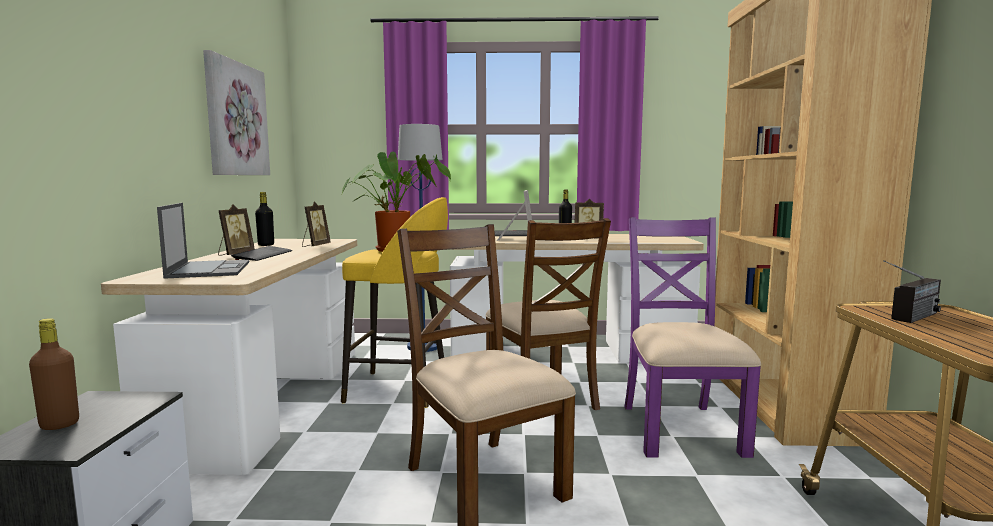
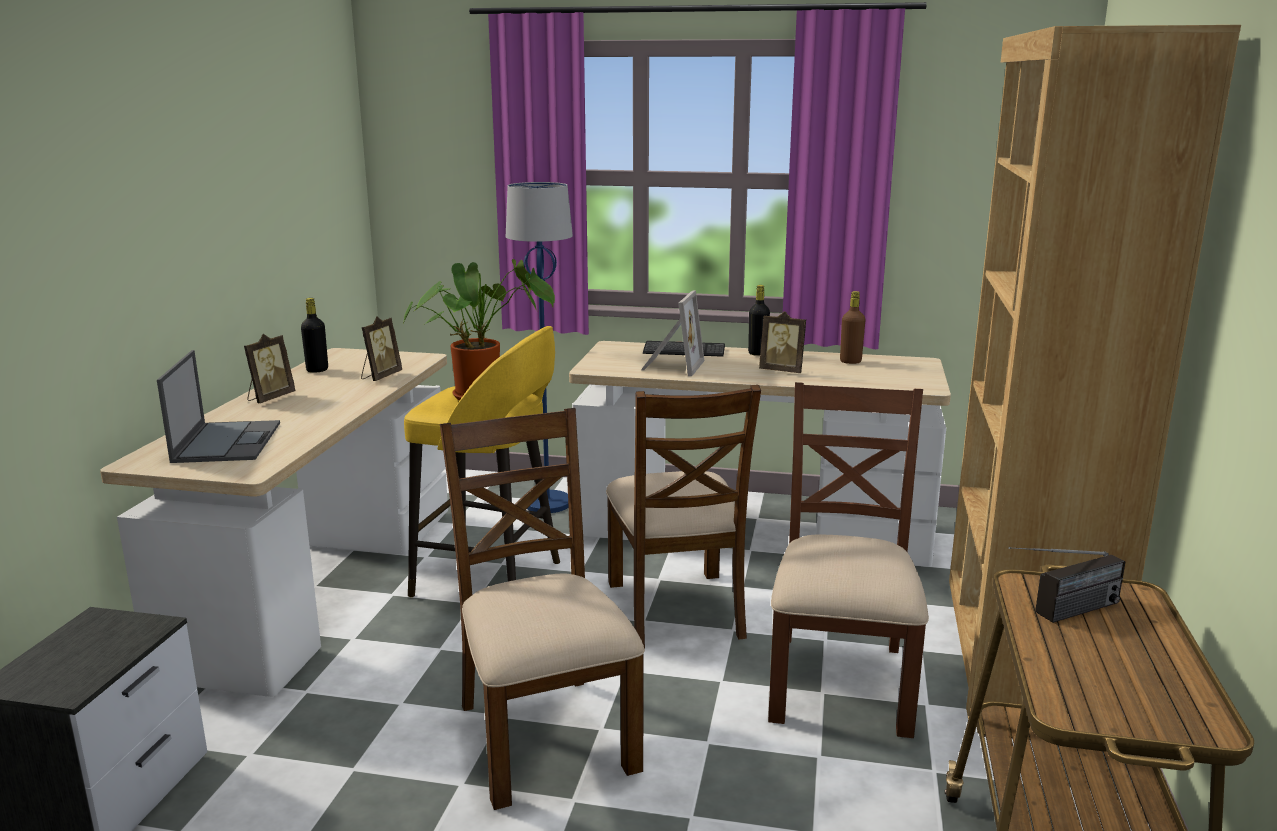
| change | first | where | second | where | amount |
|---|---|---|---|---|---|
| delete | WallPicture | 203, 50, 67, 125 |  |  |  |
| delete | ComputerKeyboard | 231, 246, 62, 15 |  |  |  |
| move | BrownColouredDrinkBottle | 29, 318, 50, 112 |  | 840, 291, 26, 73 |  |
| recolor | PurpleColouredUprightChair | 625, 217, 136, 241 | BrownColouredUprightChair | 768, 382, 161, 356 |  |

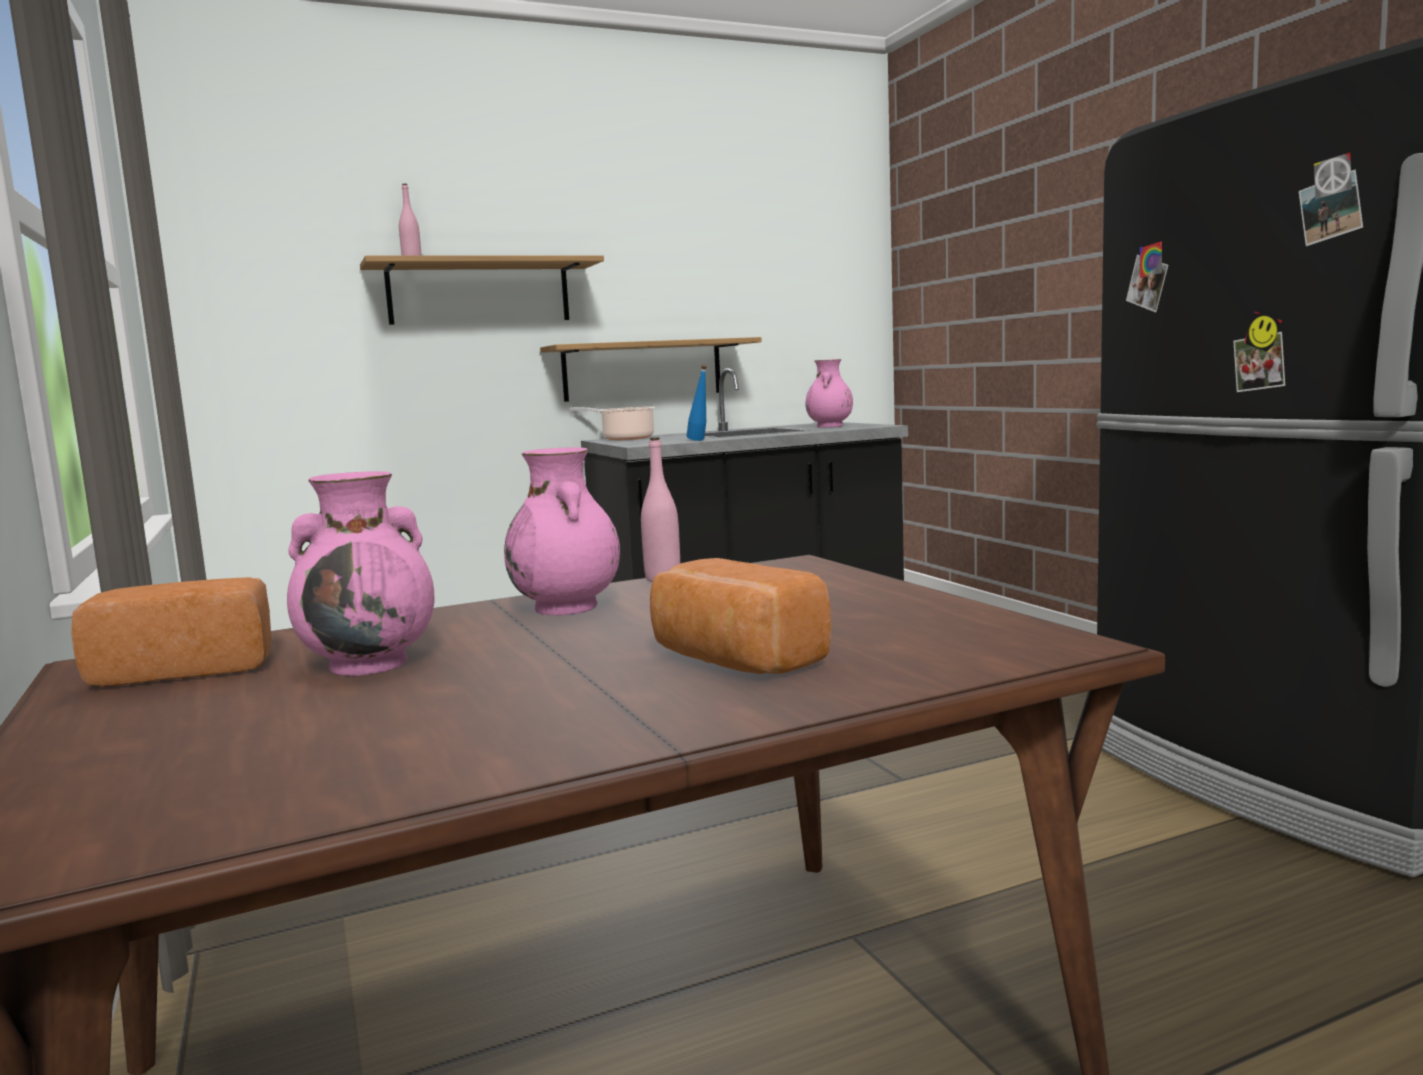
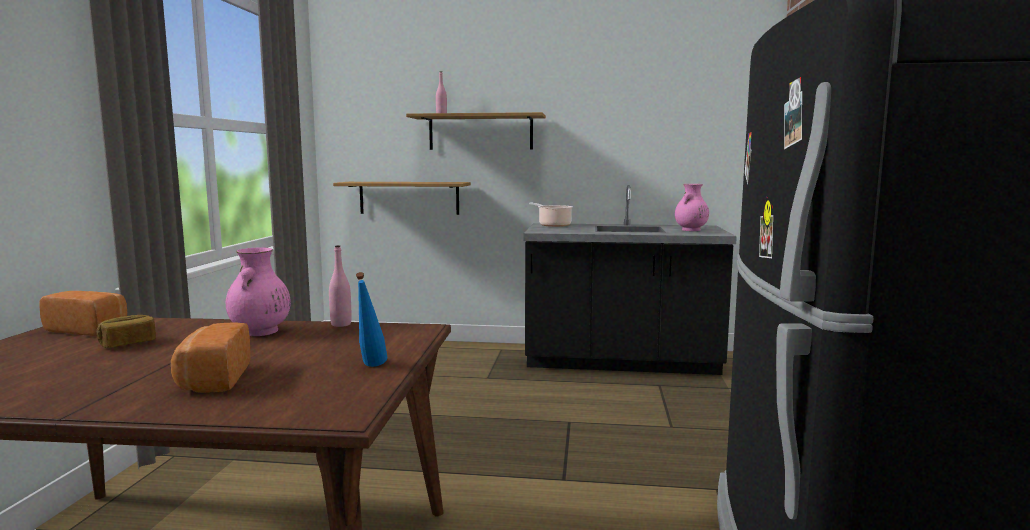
| change | first | where | second | where | amount |
|---|---|---|---|---|---|
| move | Shelf | 540, 337, 222, 65 |  | 333, 182, 138, 33 |  |
| move | BluishDrinkBottle | 687, 365, 20, 76 |  | 356, 272, 31, 95 |  |
| replace | PinkColouredFlowerVase | 287, 471, 148, 205 | BakeryBread | 96, 315, 60, 33 |  |

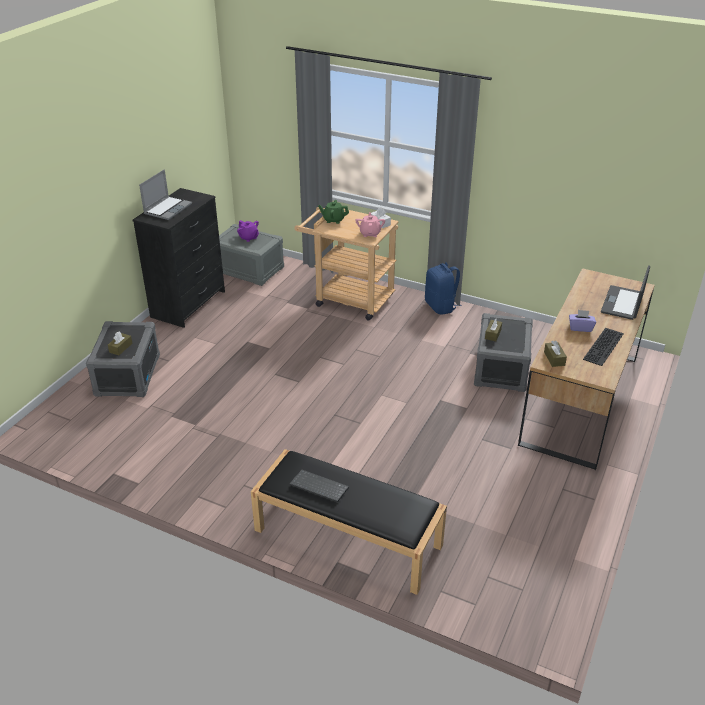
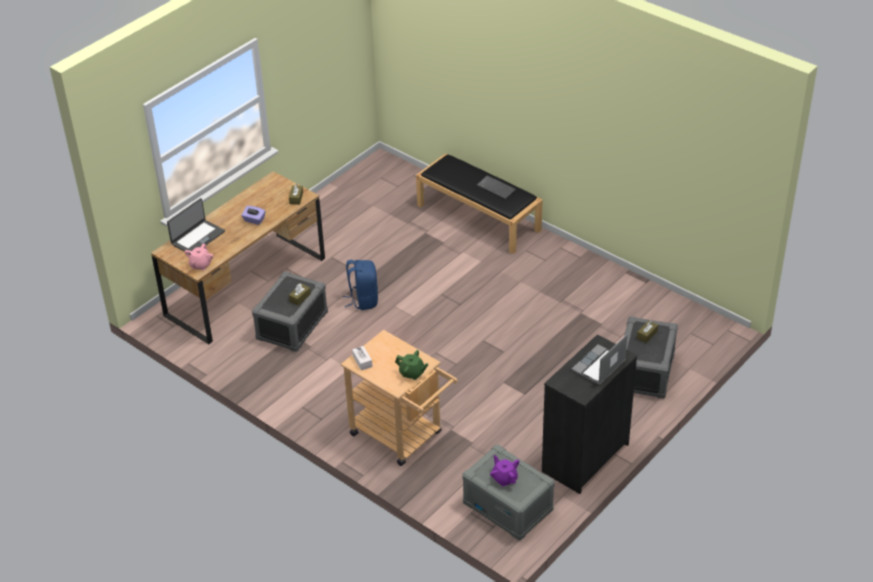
| change | first | where | second | where | amount |
|---|---|---|---|---|---|
| delete | ComputerKeyboard | 583, 328, 41, 38 |  |  |  |
| move | PinkColouredTeaPot | 355, 212, 30, 25 |  | 185, 244, 28, 27 |  |
| move | BluishKnapsack | 425, 263, 37, 52 |  | 343, 260, 35, 50 |  |

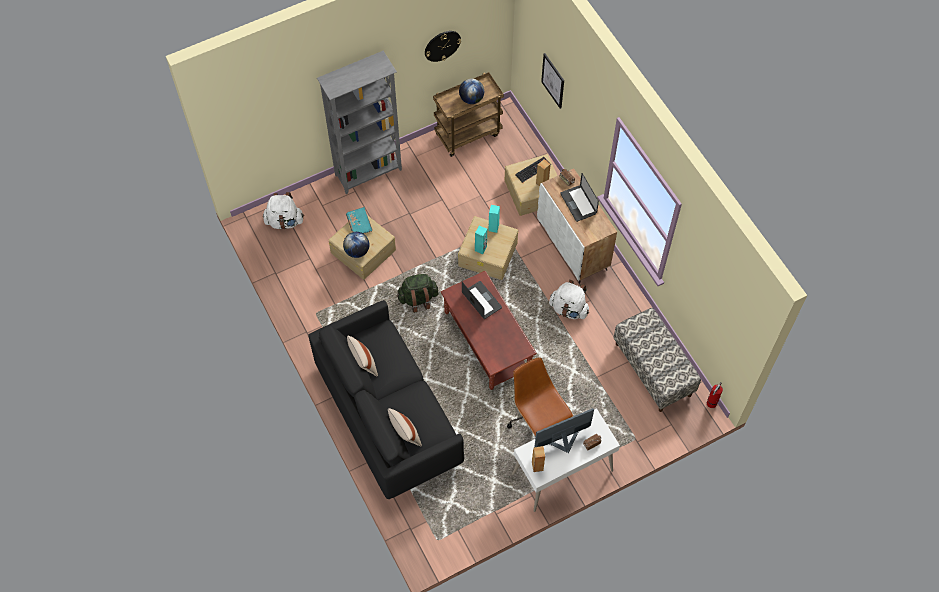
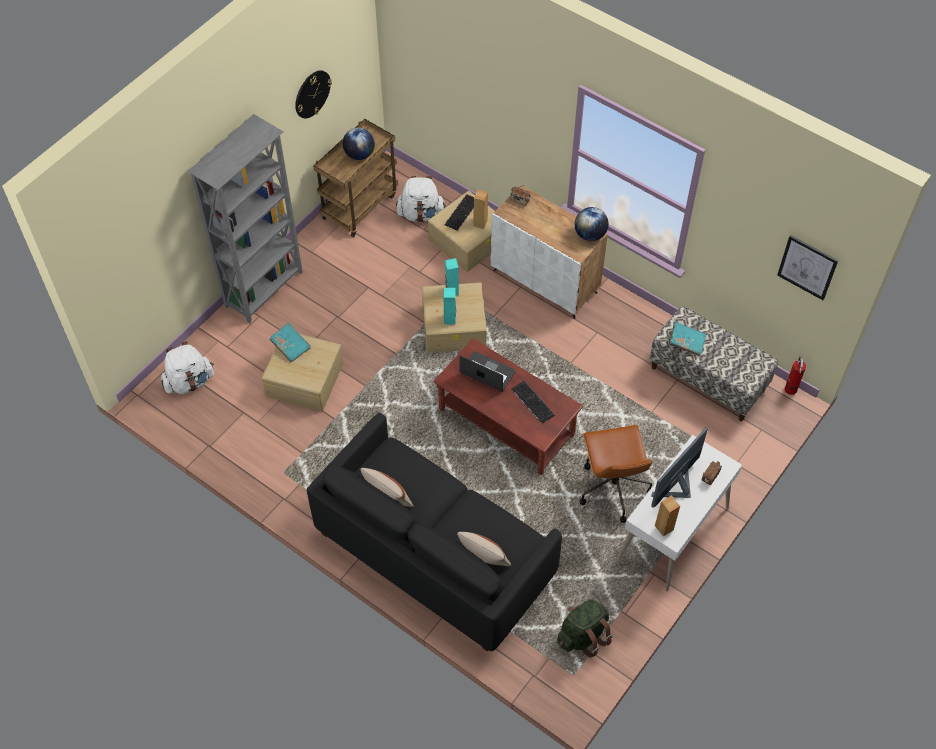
| change | first | where | second | where | amount |
|---|---|---|---|---|---|
| delete | NotebookComputer | 560, 173, 39, 49 |  |  |  |
| insert |  |  | ComputerKeyboard | 511, 381, 44, 43 |  |
| insert |  |  | TurquoiseColouredVolume | 669, 322, 37, 34 |  |
| move | Globe | 343, 232, 26, 26 |  | 575, 207, 34, 34 |  |
| move | GreenColouredKnapsack | 397, 274, 42, 39 |  | 557, 599, 55, 59 |  |
| move | WallPicture | 541, 53, 23, 56 |  | 777, 235, 61, 65 |  |
| move | WhiteColouredKnapsack | 549, 280, 40, 39 |  | 396, 176, 50, 46 |  |
| rotate | BrownColouredOfficeChair | 507, 357, 66, 81 |  | 579, 425, 74, 98 | 135 degrees counterclockwise |

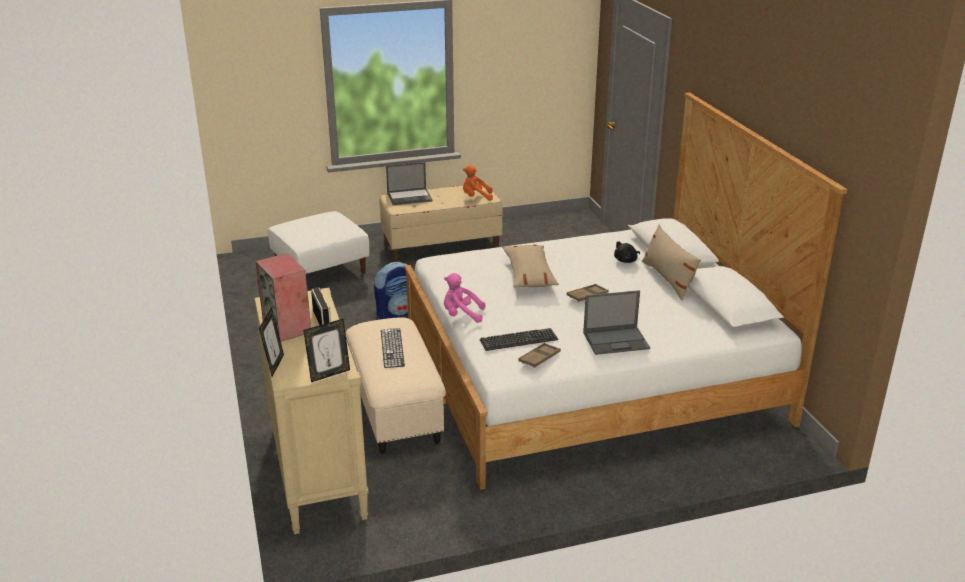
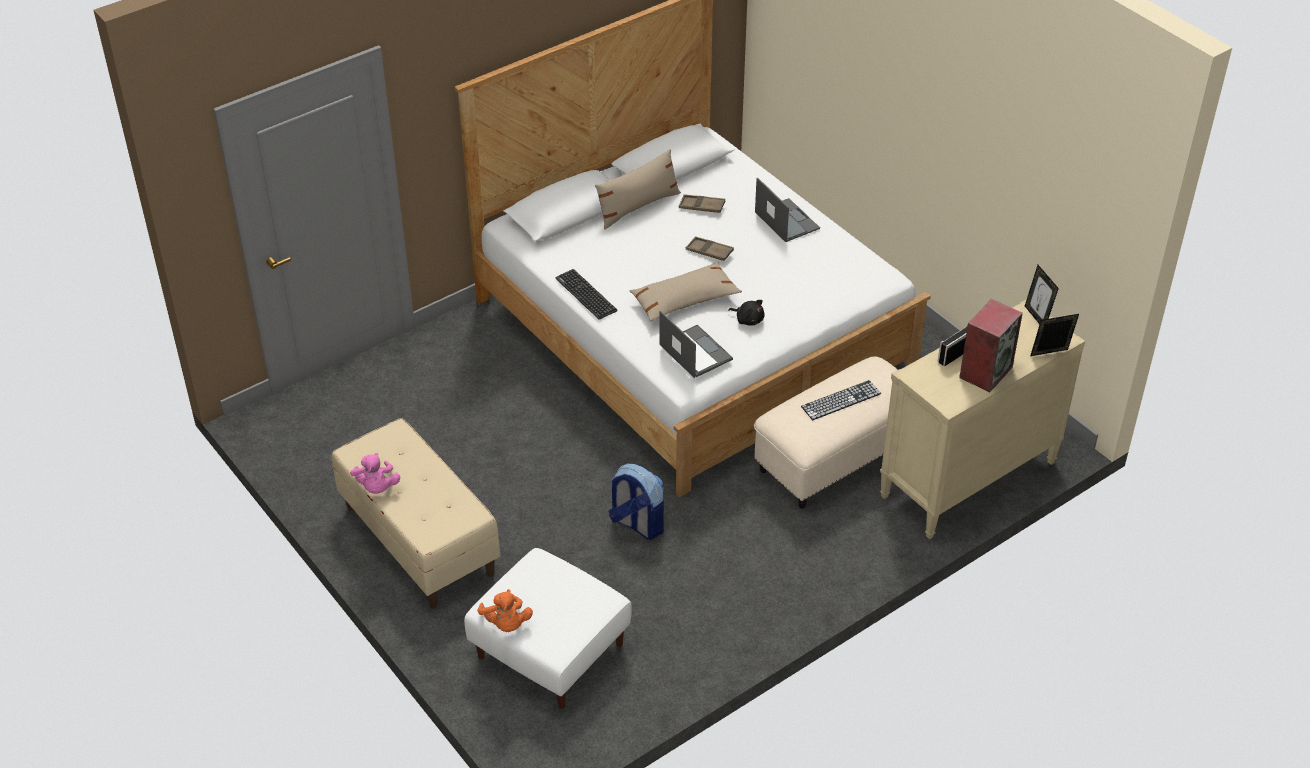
| change | first | where | second | where | amount |
|---|---|---|---|---|---|
| move | NotebookComputer | 386, 162, 46, 43 |  | 659, 311, 74, 67 |  |
| move | PinkColouredSoftToy | 444, 273, 41, 50 |  | 350, 453, 50, 41 |  |
| move | OrangeSoftToy | 463, 165, 30, 36 |  | 478, 589, 55, 43 |  |
| move | ComputerKeyboard | 480, 328, 78, 23 |  | 555, 269, 63, 51 |  |
| move | BrownColouredTray | 519, 343, 42, 25 |  | 679, 194, 46, 19 |  |
| move | BlackishSoftToy | 614, 241, 26, 22 |  | 728, 300, 37, 26 |  |
| rotate | PictureFrame | 303, 318, 47, 64 |  | 1025, 265, 34, 59 | 150 degrees counterclockwise |

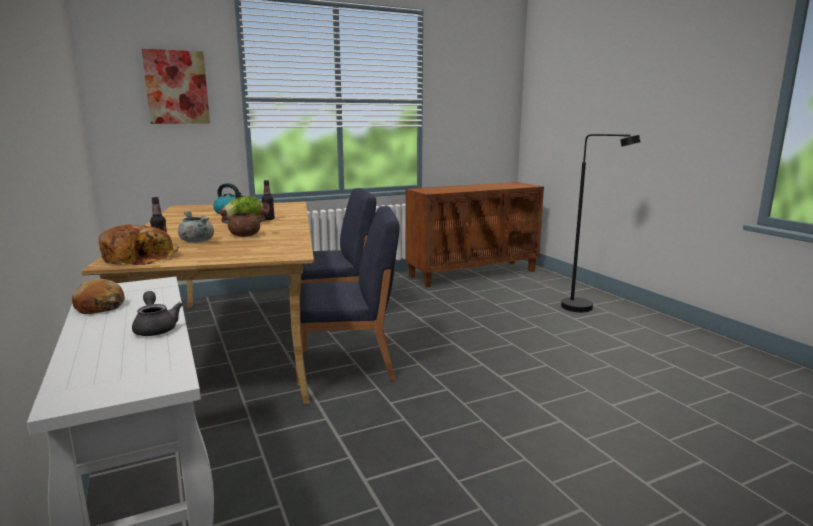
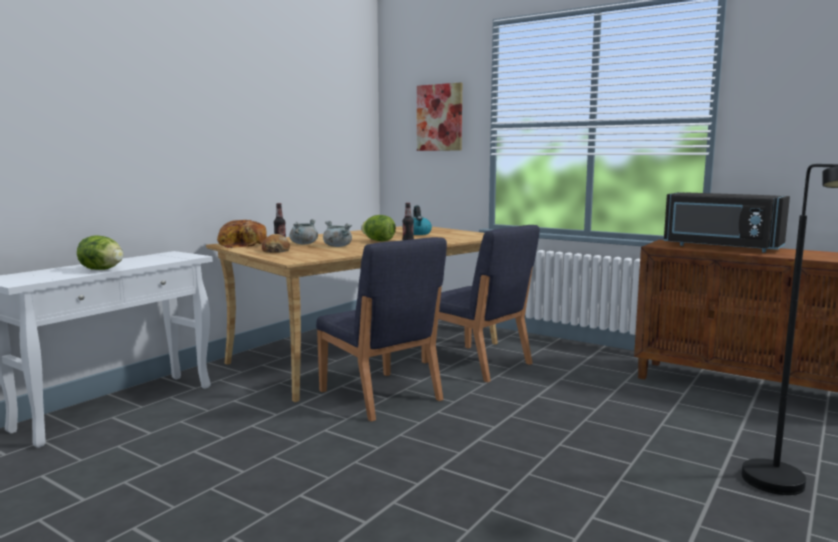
| change | first | where | second | where | amount |
|---|---|---|---|---|---|
| insert |  |  | BlackishMicrowaveOven | 664, 192, 126, 61 |  |
| move | BakeryBread | 72, 279, 53, 35 |  | 262, 234, 28, 19 |  |
| replace | GreyTeaPot | 132, 291, 51, 45 | Lettuce | 77, 236, 46, 34 |  |
| recolor | BrownColouredStockpot | 218, 208, 49, 29 | GreyStockpot | 323, 221, 29, 26 |  |

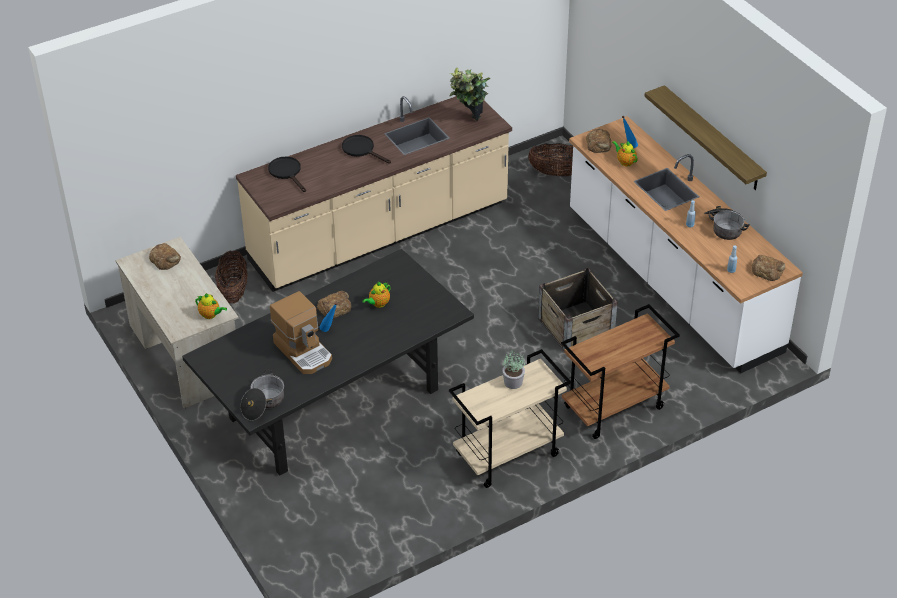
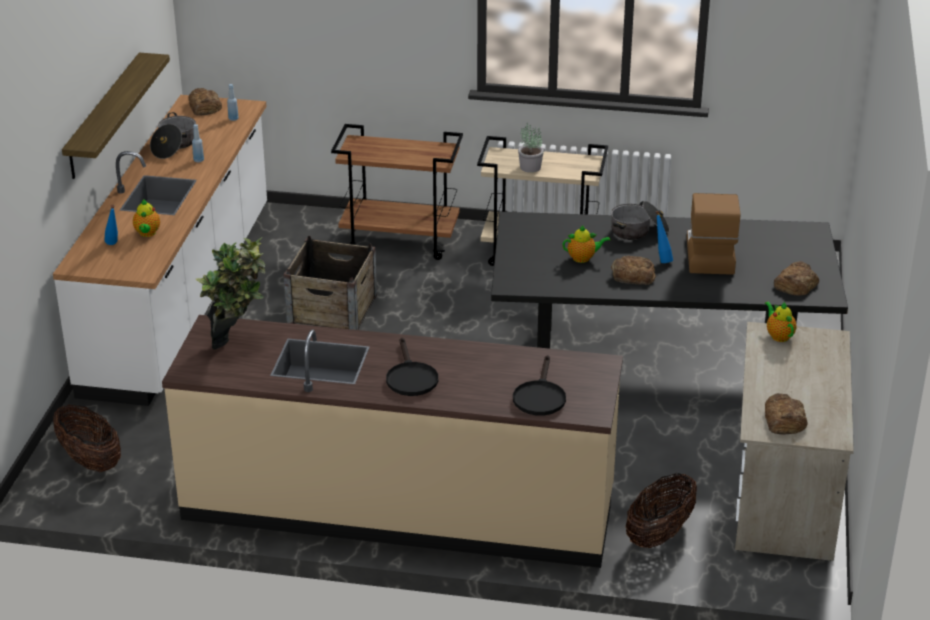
| change | first | where | second | where | amount |
|---|---|---|---|---|---|
| move | Stockpot | 241, 370, 43, 51 |  | 611, 201, 58, 39 |  |
| move | BakeryBread | 586, 129, 25, 24 |  | 774, 261, 45, 35 |  |

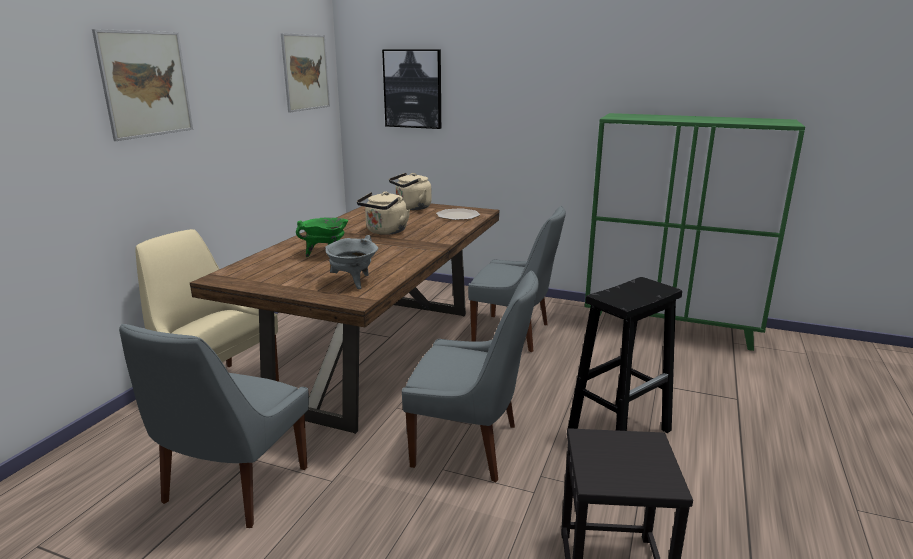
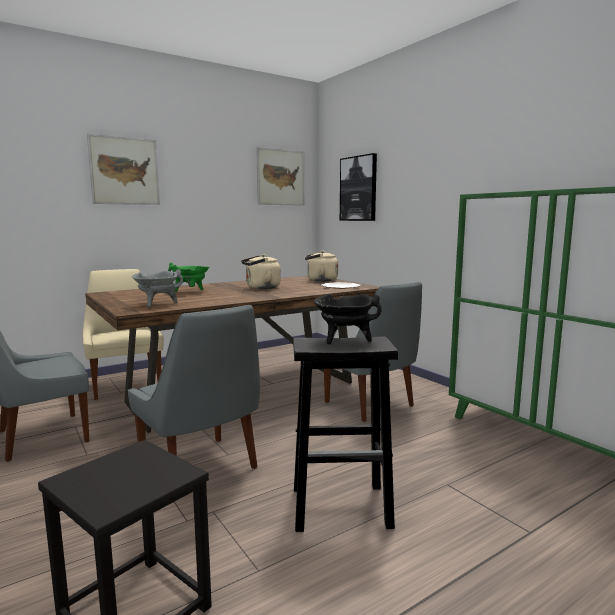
| change | first | where | second | where | amount |
|---|---|---|---|---|---|
| insert |  |  | BlackishStockpot | 314, 294, 68, 50 |  |

